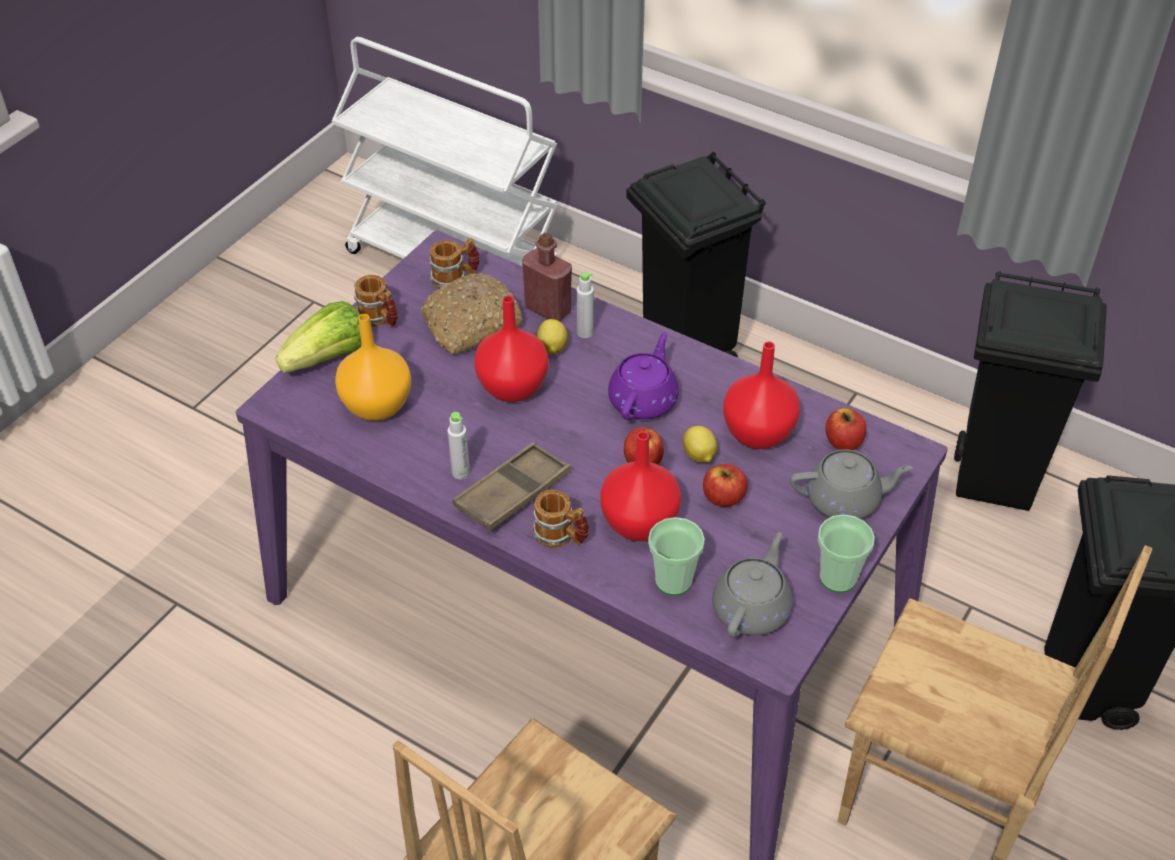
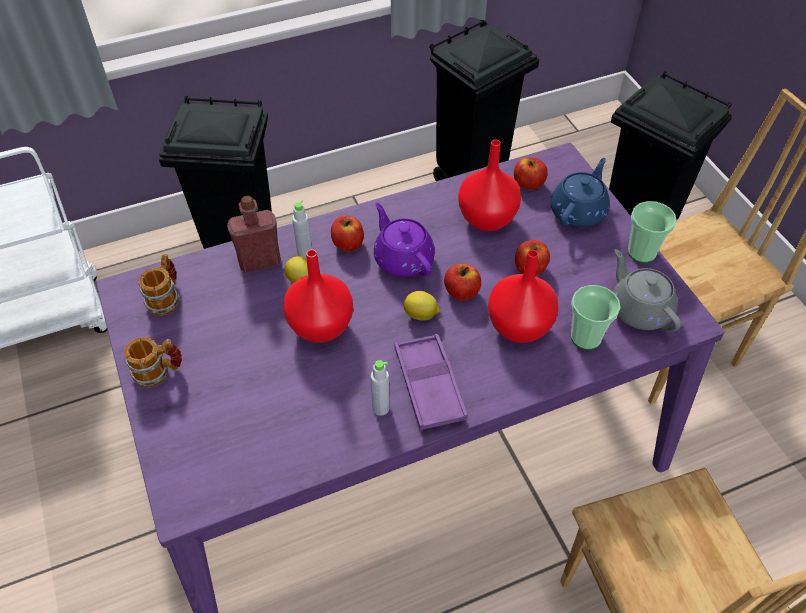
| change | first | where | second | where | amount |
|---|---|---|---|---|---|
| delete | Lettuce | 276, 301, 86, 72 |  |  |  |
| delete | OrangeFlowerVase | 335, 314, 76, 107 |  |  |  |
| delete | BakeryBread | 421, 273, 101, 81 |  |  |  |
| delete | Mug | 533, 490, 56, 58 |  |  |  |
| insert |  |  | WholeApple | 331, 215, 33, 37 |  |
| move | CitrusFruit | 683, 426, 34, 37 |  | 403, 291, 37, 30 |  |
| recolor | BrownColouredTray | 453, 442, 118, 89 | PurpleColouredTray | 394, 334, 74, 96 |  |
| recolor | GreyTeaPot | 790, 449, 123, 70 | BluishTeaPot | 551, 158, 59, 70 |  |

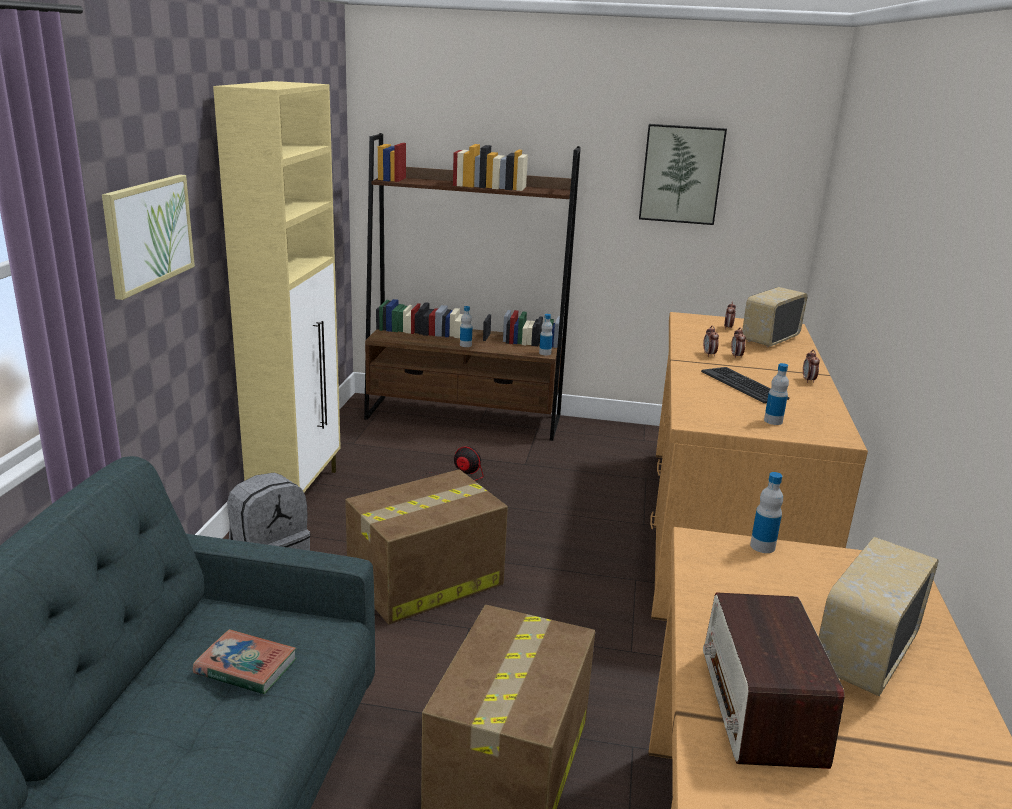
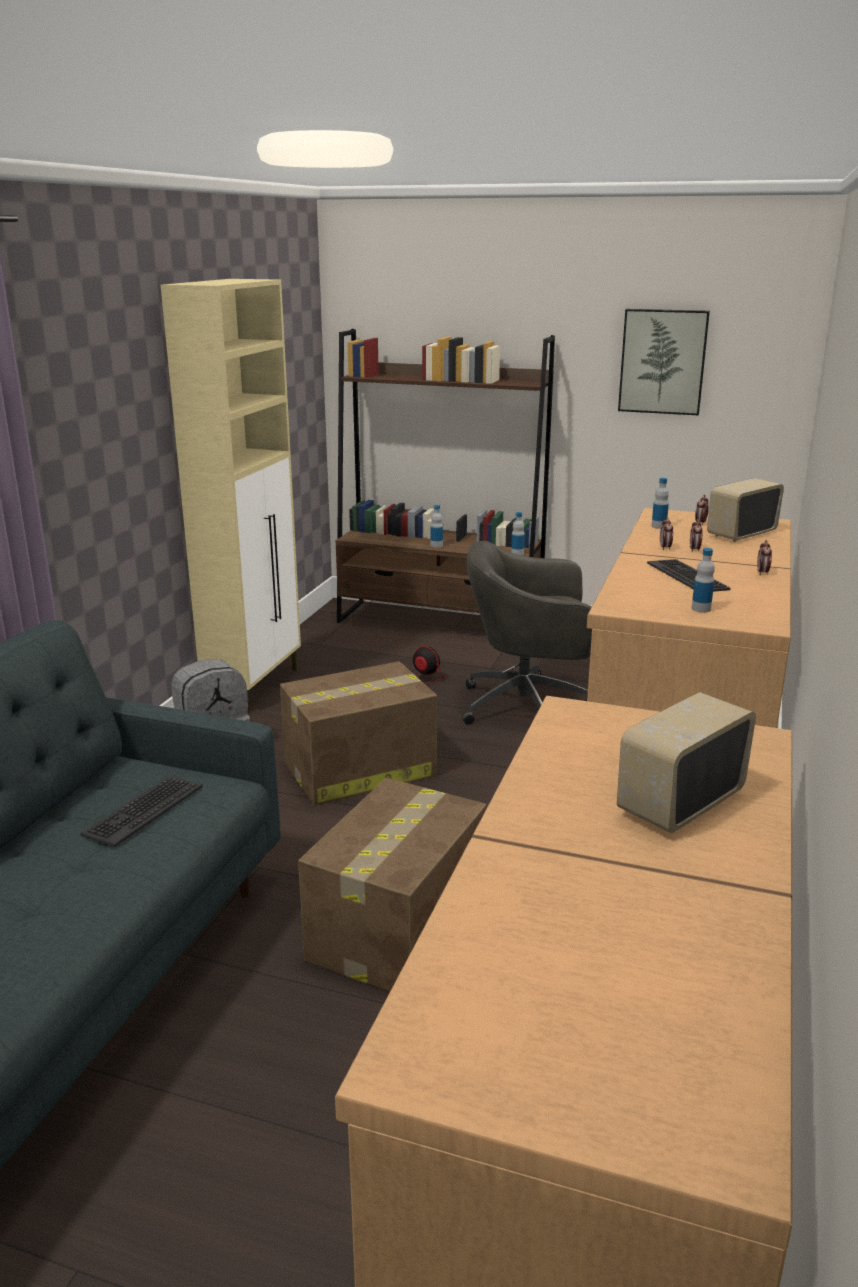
| change | first | where | second | where | amount |
|---|---|---|---|---|---|
| delete | WallPicture | 102, 174, 93, 126 |  |  |  |
| delete | RadioSet | 703, 592, 142, 177 |  |  |  |
| insert |  |  | GreyOfficeChair | 462, 541, 130, 184 |  |
| move | DrinkBottle | 750, 472, 33, 81 |  | 651, 478, 18, 51 |  |
| replace | Volume | 193, 629, 104, 65 | ComputerKeyboard | 80, 775, 123, 72 |  |

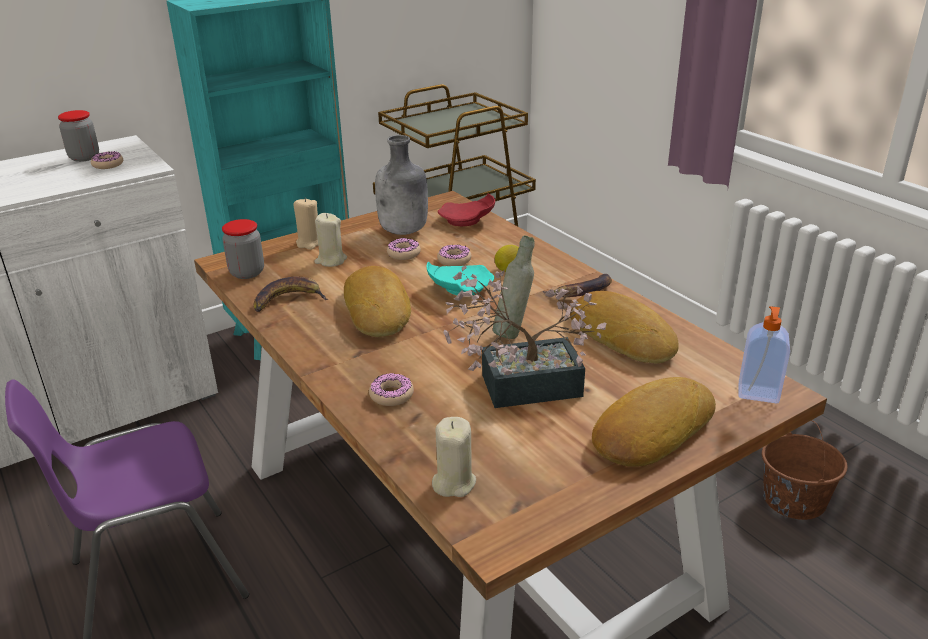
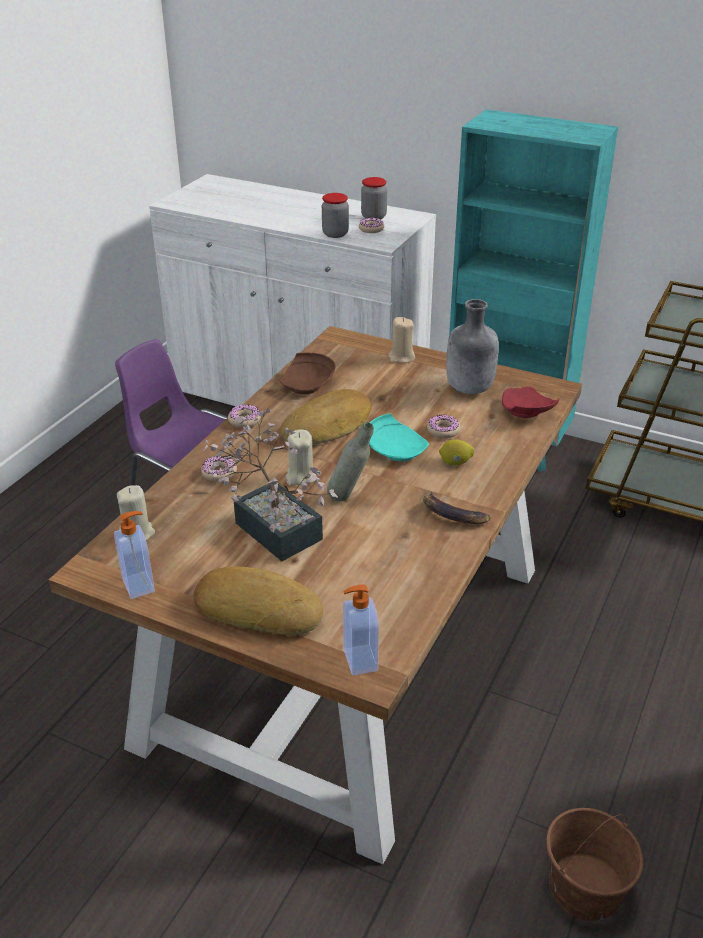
| change | first | where | second | where | amount |
|---|---|---|---|---|---|
| delete | BakeryBread | 570, 291, 109, 72 |  |  |  |
| insert |  |  | LiquidSoapBottle | 114, 511, 41, 88 |  |
| move | Jar | 222, 219, 42, 60 |  | 322, 193, 27, 45 |  |
| move | SandColouredWaxCandle | 314, 213, 33, 54 |  | 286, 429, 29, 56 |  |
| move | RingDoughnut | 387, 238, 34, 22 |  | 228, 404, 33, 24 |  |
| replace | BananaFruit | 254, 276, 74, 36 | BrownColouredFlatDish | 279, 352, 57, 42 |  |

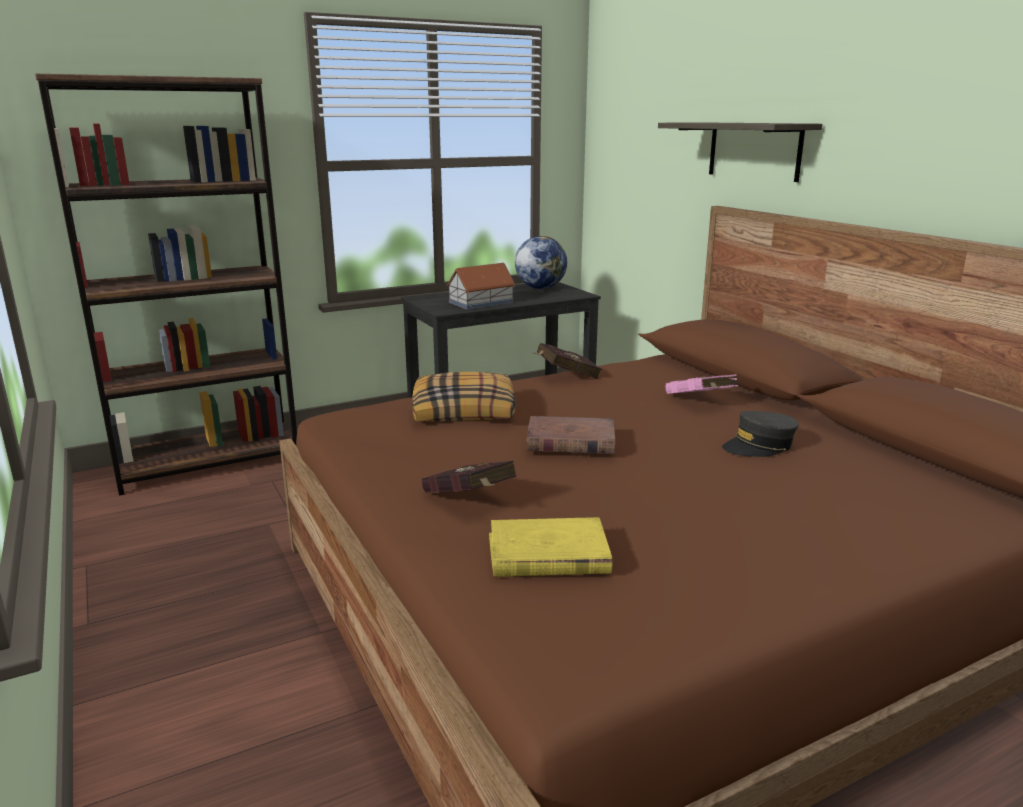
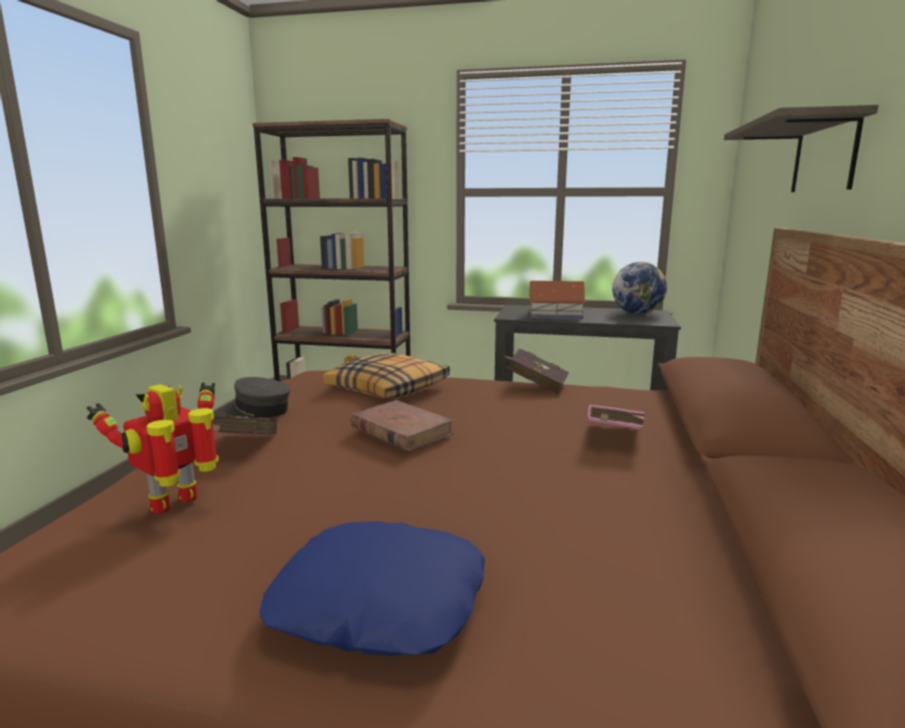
| change | first | where | second | where | amount |
|---|---|---|---|---|---|
| insert |  |  | BluishCushion | 259, 521, 226, 135 |  |
| move | GreyCap | 722, 411, 77, 46 |  | 224, 377, 66, 41 |  |
| replace | YellowColouredVolume | 489, 517, 123, 60 | ModelRobot | 87, 383, 132, 131 |  |

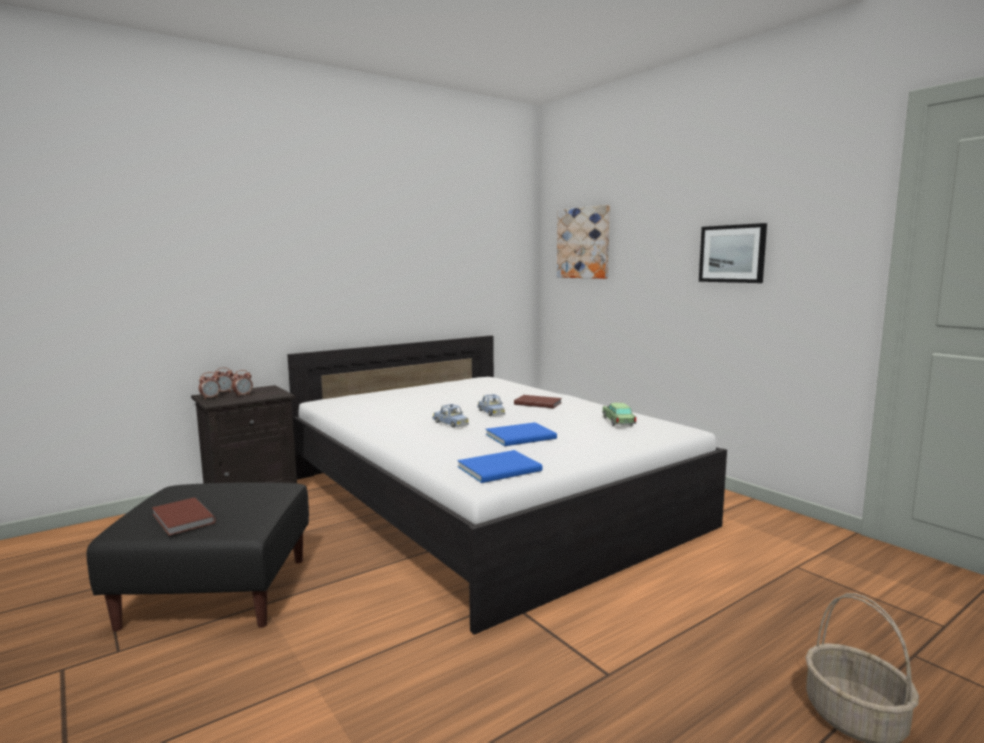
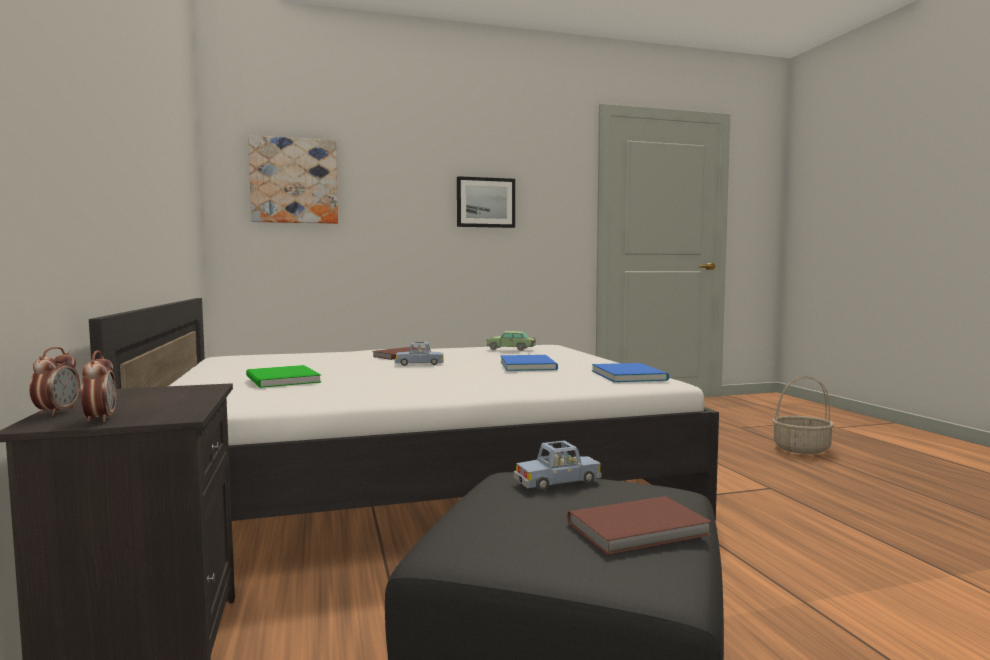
| change | first | where | second | where | amount |
|---|---|---|---|---|---|
| delete | AlarmClock | 232, 370, 21, 27 |  |  |  |
| insert |  |  | GreenColouredVolume | 246, 365, 75, 23 |  |
| move | BluishMiniatureCar | 432, 404, 37, 24 |  | 514, 441, 87, 50 |  |

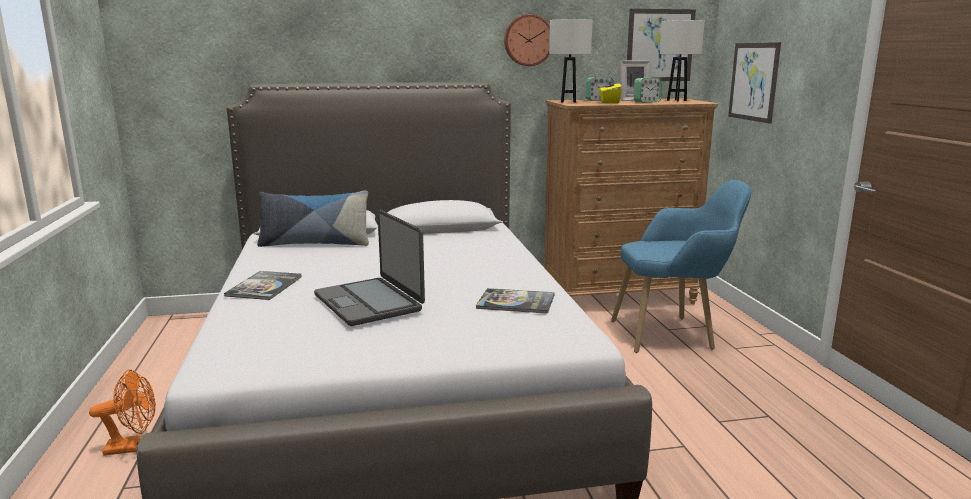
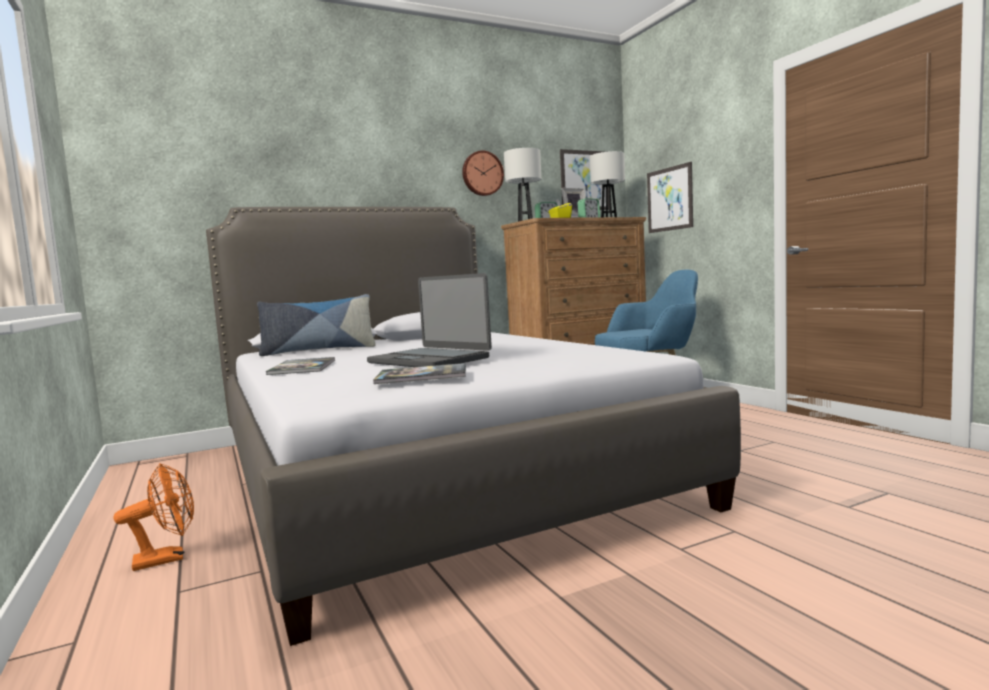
| change | first | where | second | where | amount |
|---|---|---|---|---|---|
| move | Volume | 476, 288, 78, 26 |  | 373, 363, 93, 21 |  |

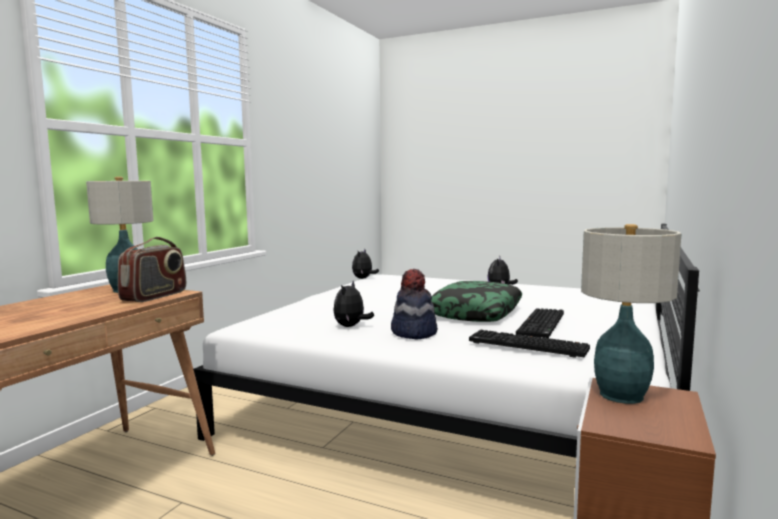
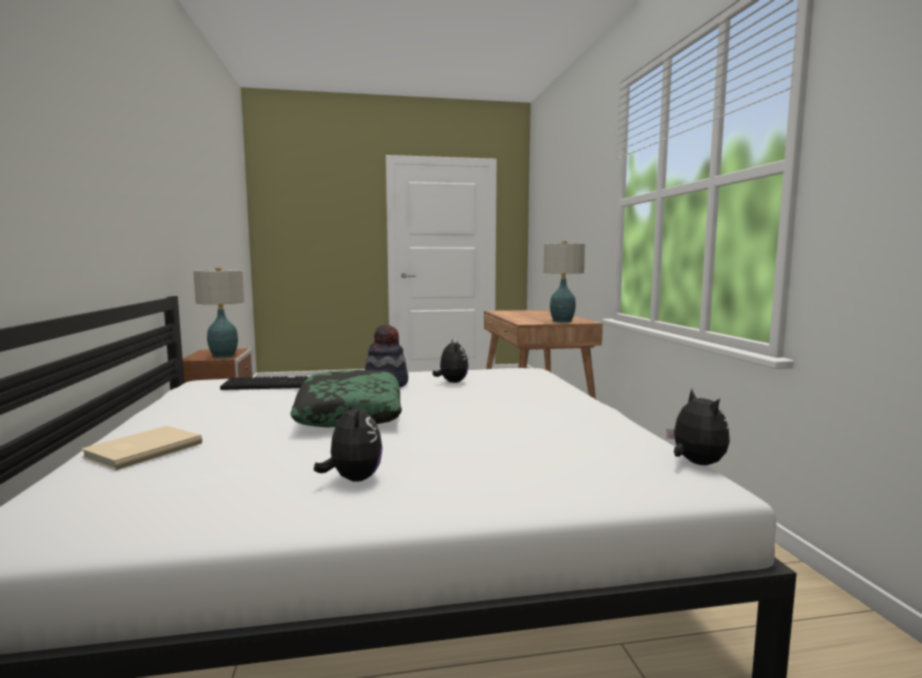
| change | first | where | second | where | amount |
|---|---|---|---|---|---|
| delete | RadioSet | 118, 237, 68, 65 |  |  |  |
| delete | ComputerKeyboard | 516, 308, 48, 30 |  |  |  |
| insert |  |  | SandColouredVolume | 81, 426, 121, 44 |  |

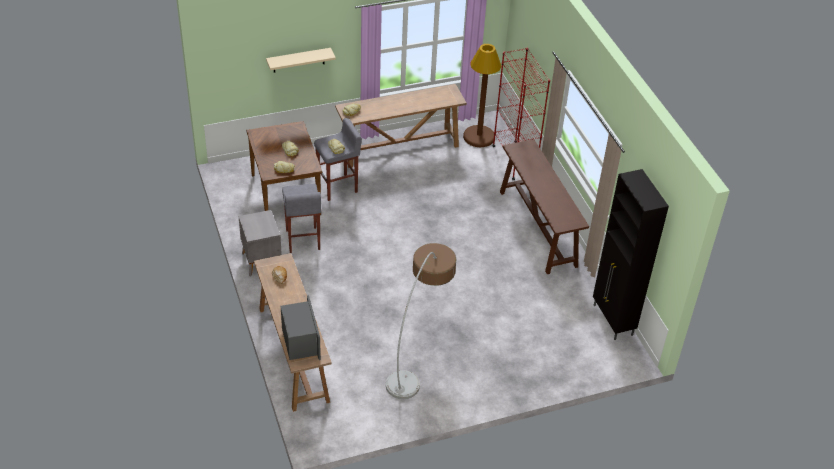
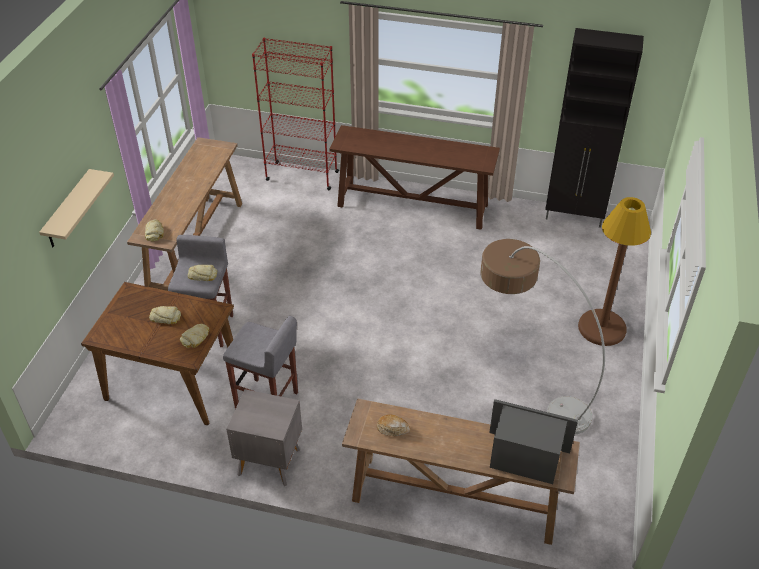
| change | first | where | second | where | amount |
|---|---|---|---|---|---|
| move | BrownColouredStandingLamp | 463, 44, 38, 103 |  | 578, 197, 73, 149 |  |

